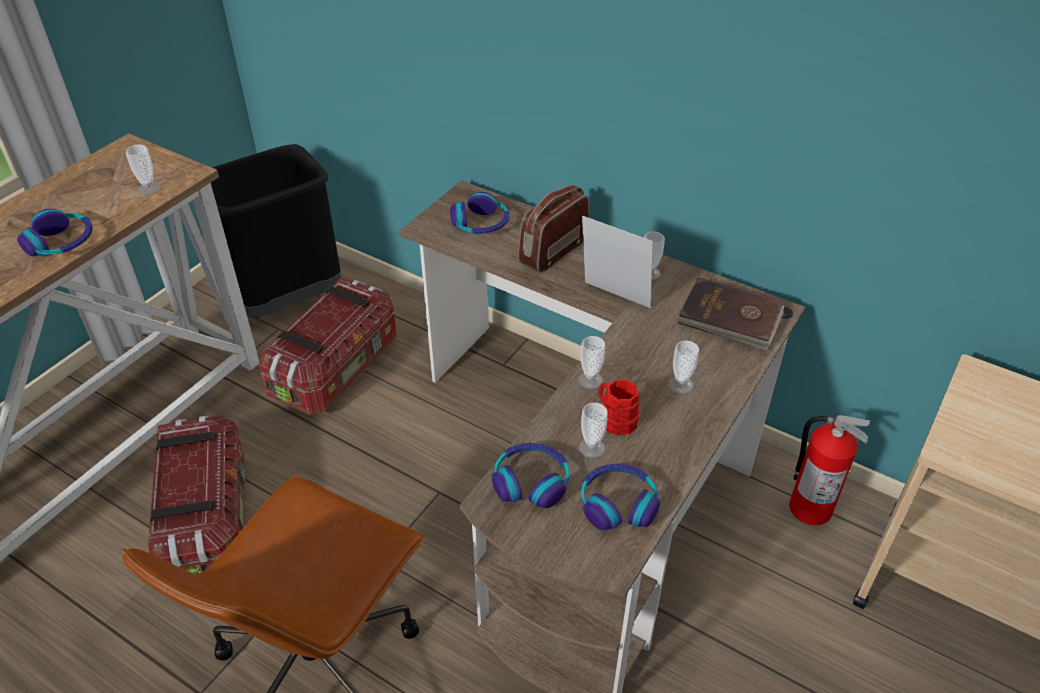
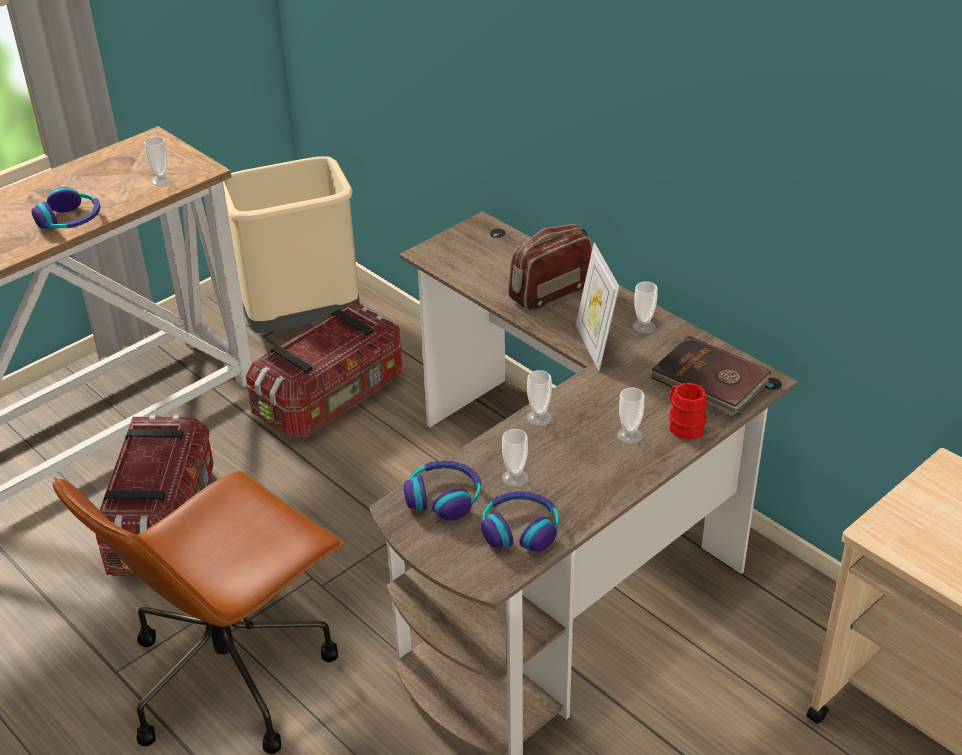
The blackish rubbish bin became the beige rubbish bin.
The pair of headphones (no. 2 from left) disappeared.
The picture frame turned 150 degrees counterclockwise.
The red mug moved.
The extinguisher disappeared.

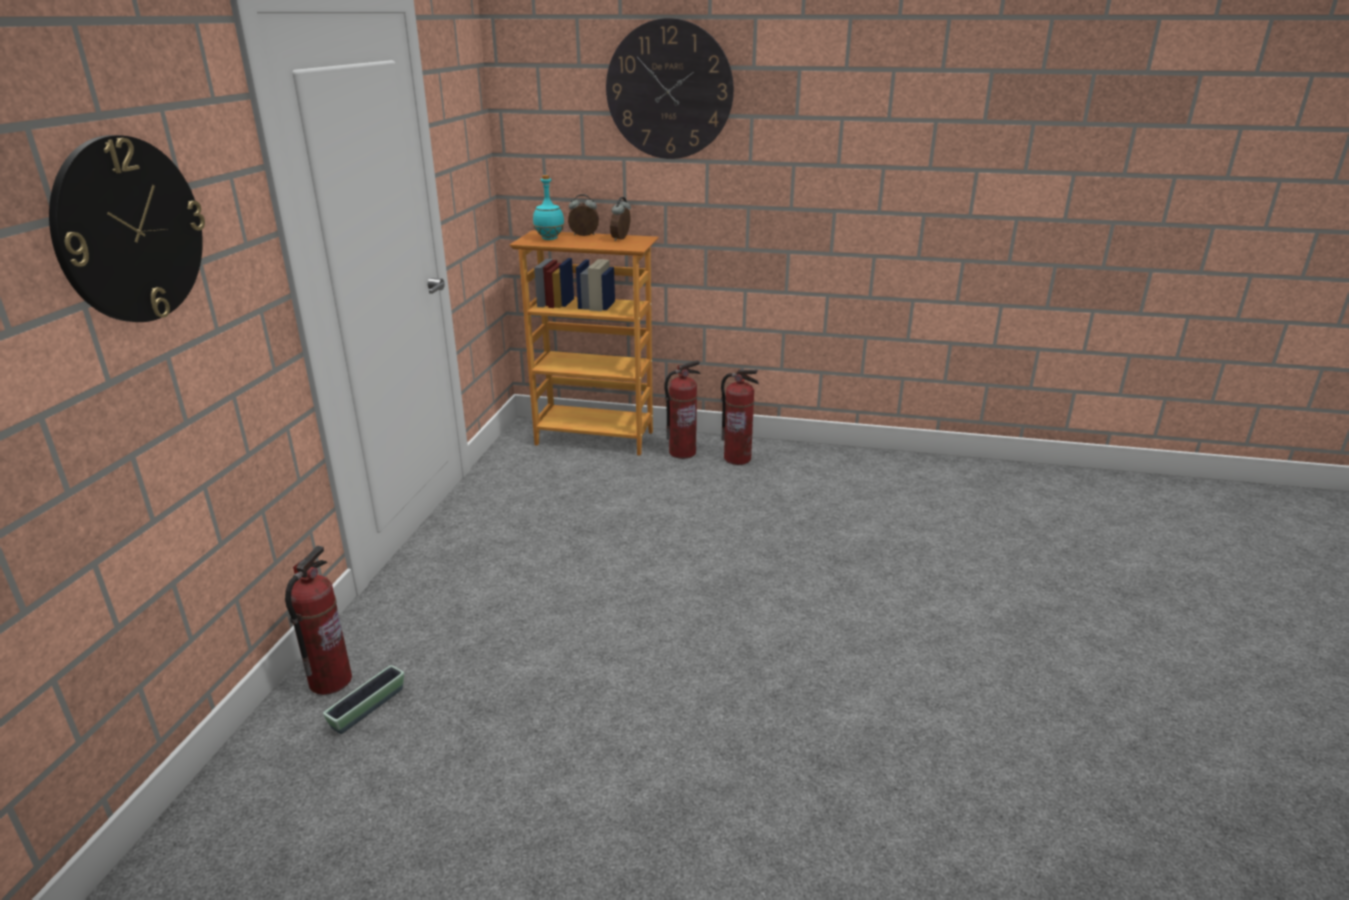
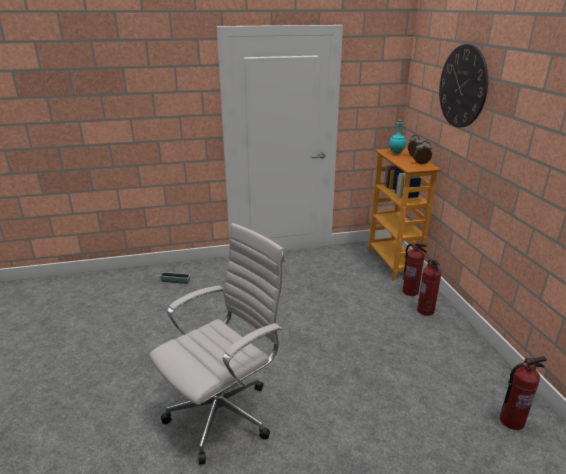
The hanging clock (no. 1 from left) disappeared.
The extinguisher (no. 1 from left in the first image) moved.
The whitish desk chair appeared.

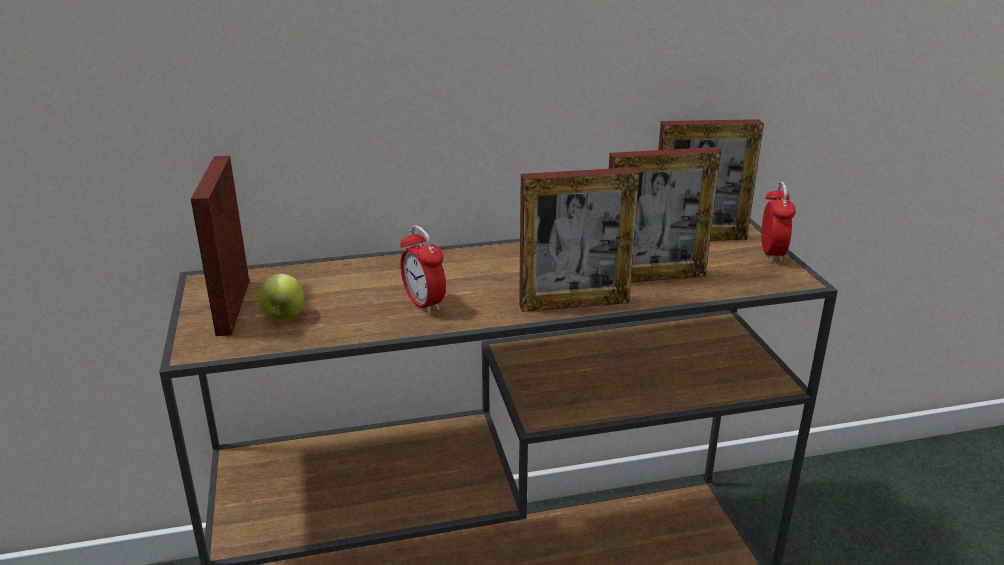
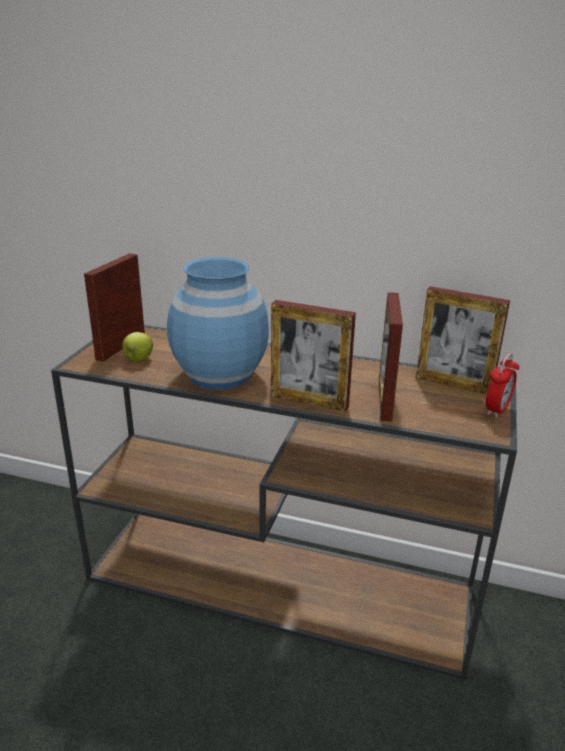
The picture frame (no. 3 from left) turned 75 degrees clockwise.
The bedside clock (no. 1 from left) was replaced by the blue-coloured flower vase.

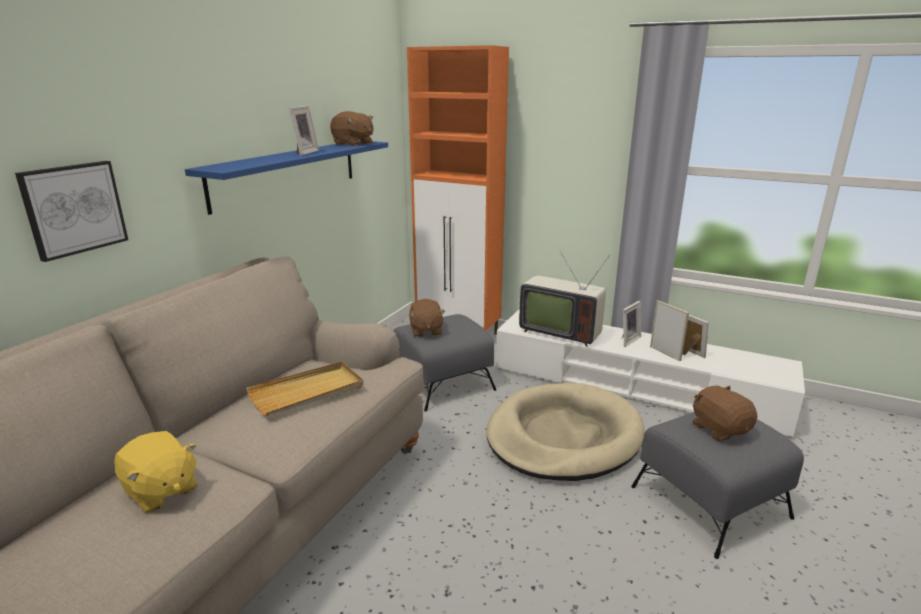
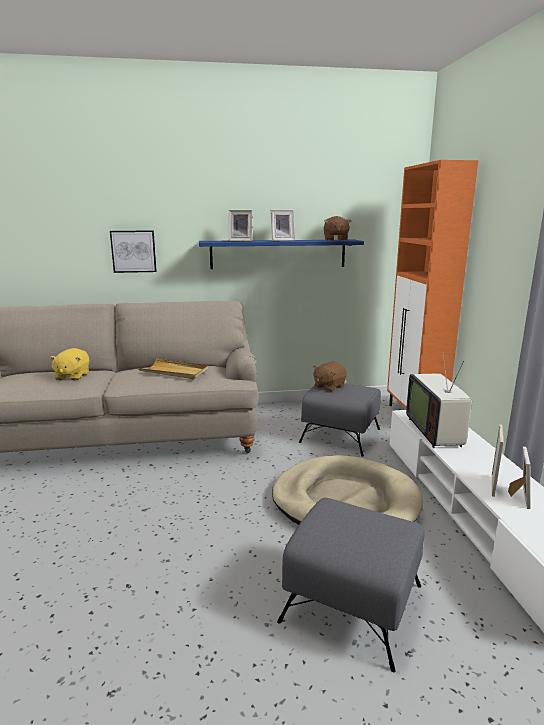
The picture frame (no. 2 from left in the first image) moved.
The brown soft toy (no. 3 from left) disappeared.

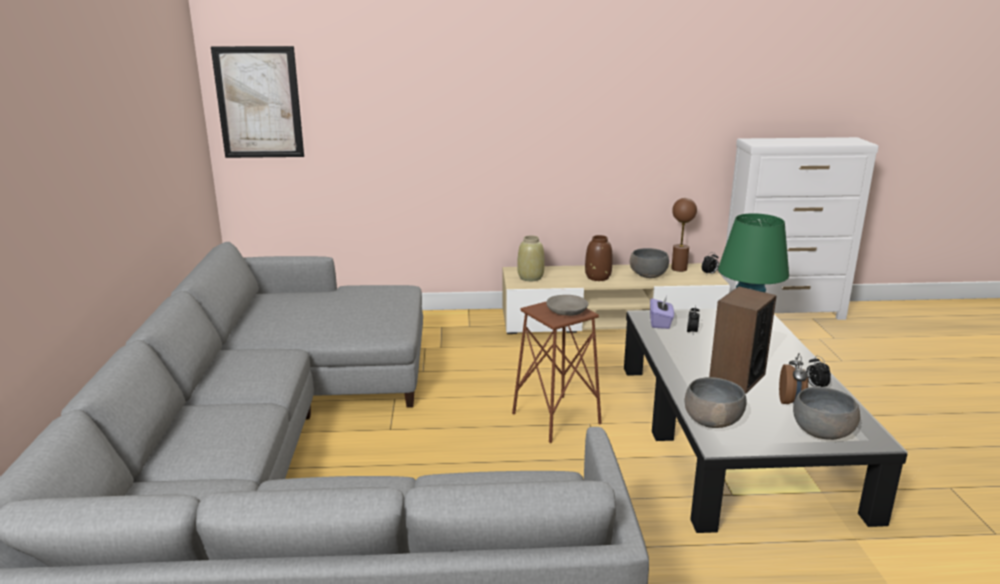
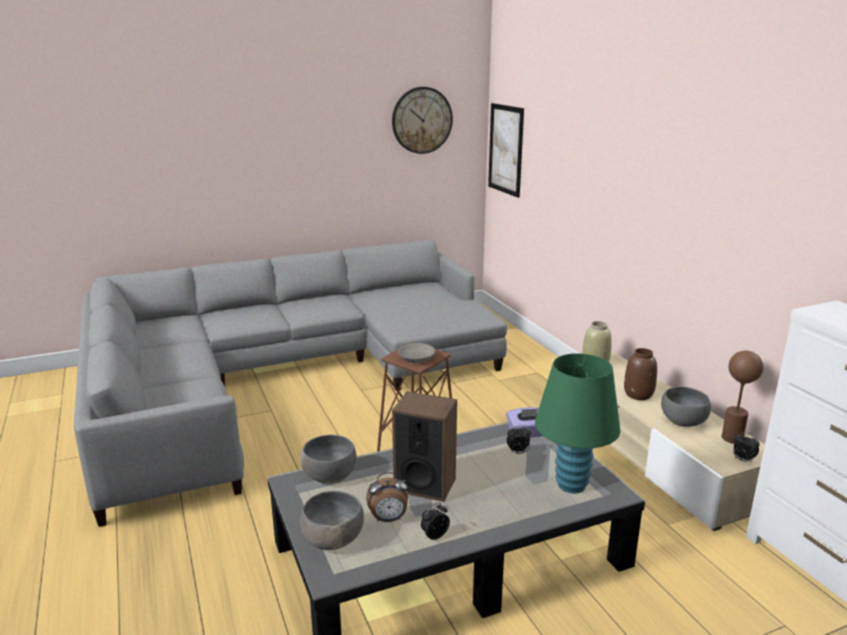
The hanging clock appeared.

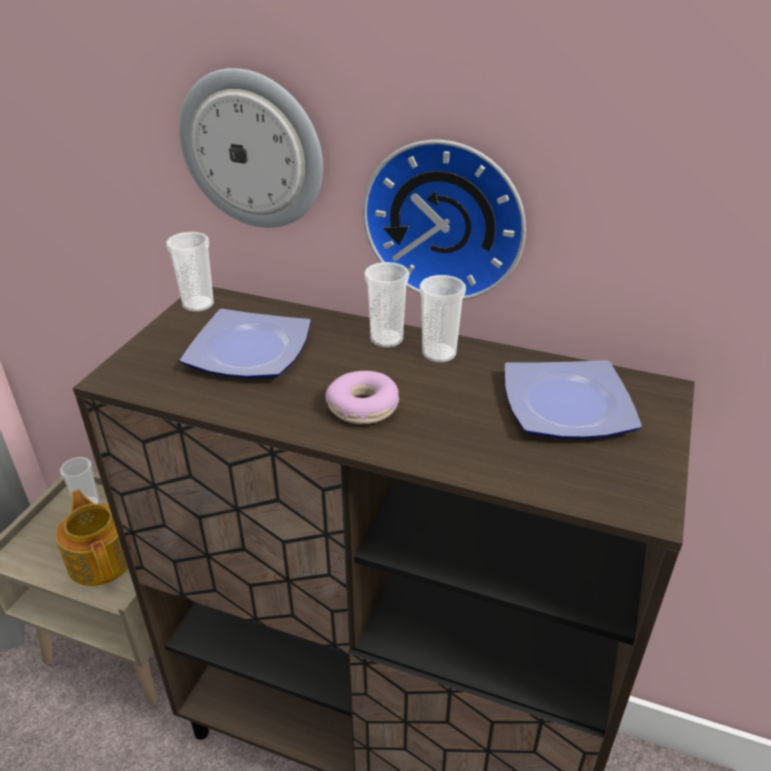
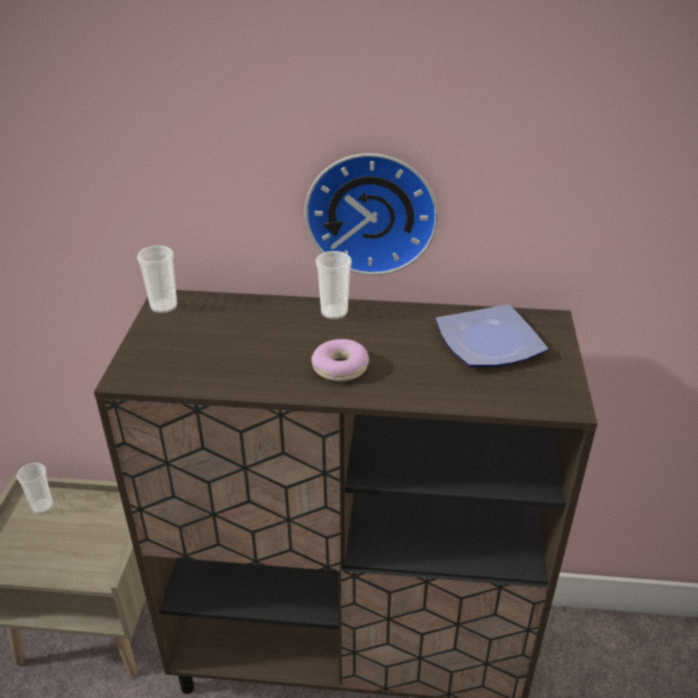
The hanging clock (no. 1 from left) disappeared.
The drinking cup (no. 4 from left) disappeared.
The dinner plate (no. 1 from left) disappeared.
The pot for tea disappeared.

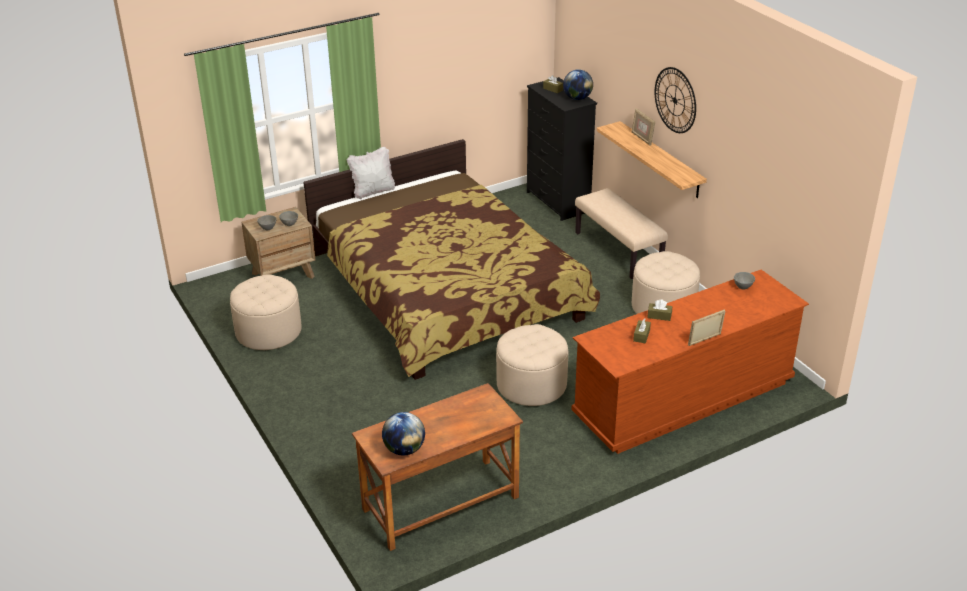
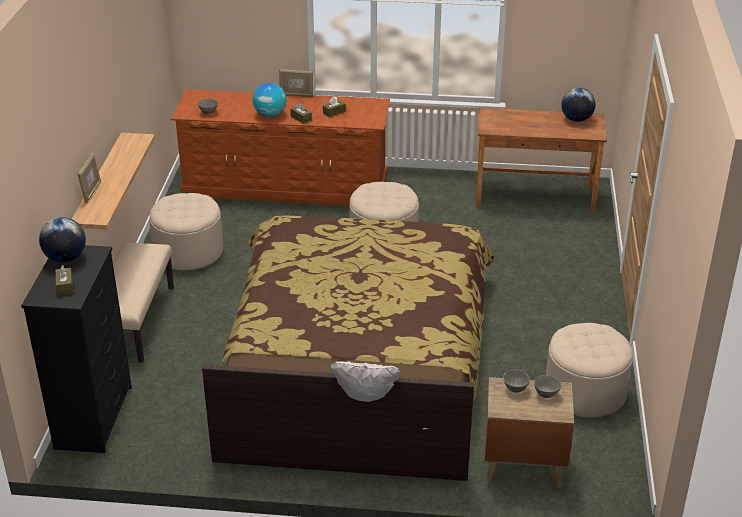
The hanging clock disappeared.
The globe (no. 2 from left) appeared.

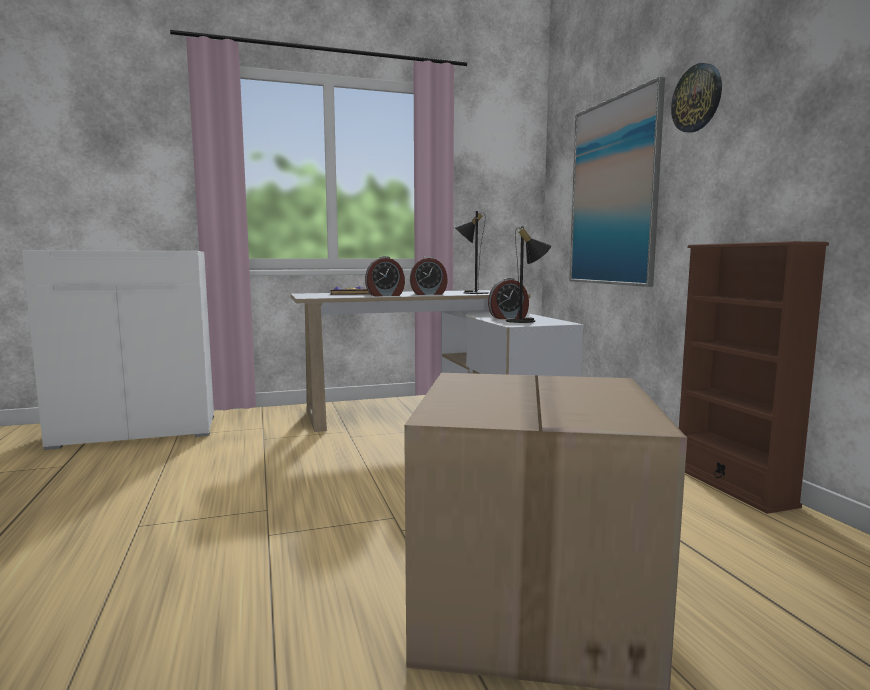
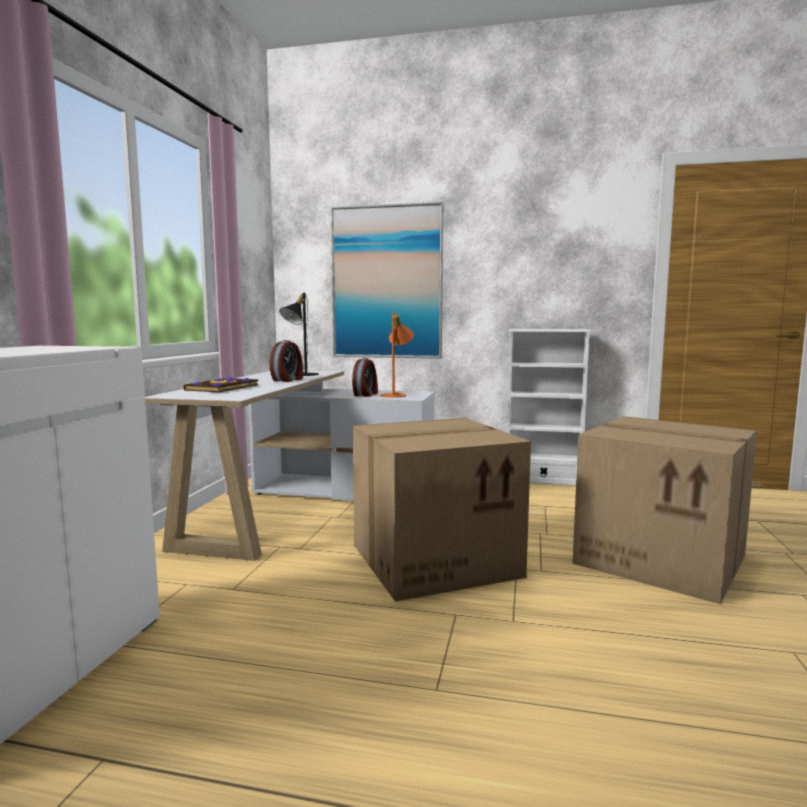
The hanging clock disappeared.
The blackish table lamp (no. 2 from left) became the orange table lamp.
The brown shelving unit became the whitish shelving unit.
The bedside clock (no. 1 from left) disappeared.
The carton (no. 1 from left) appeared.

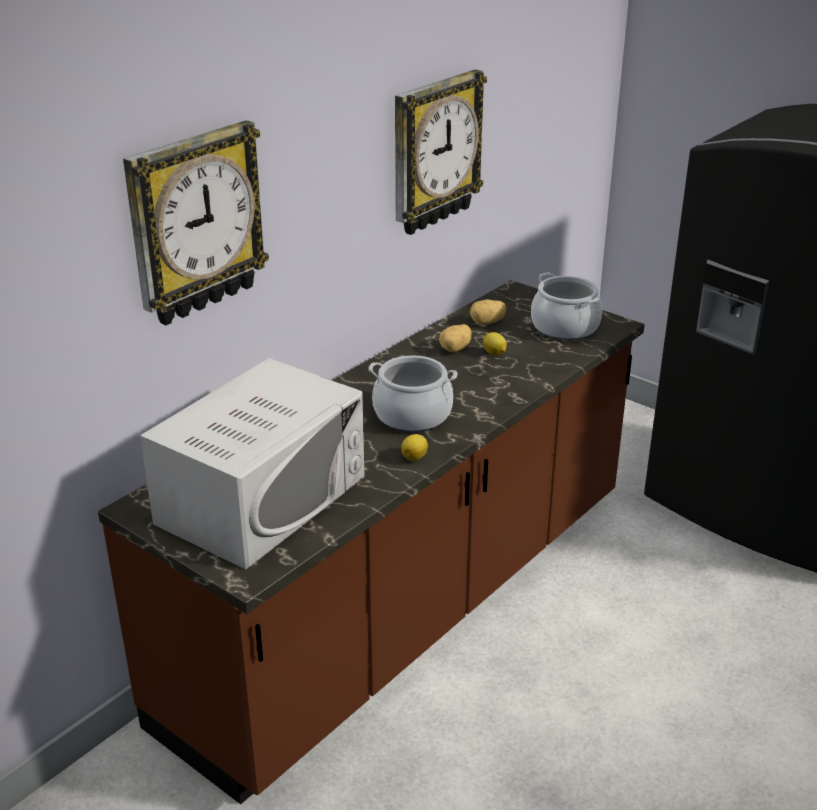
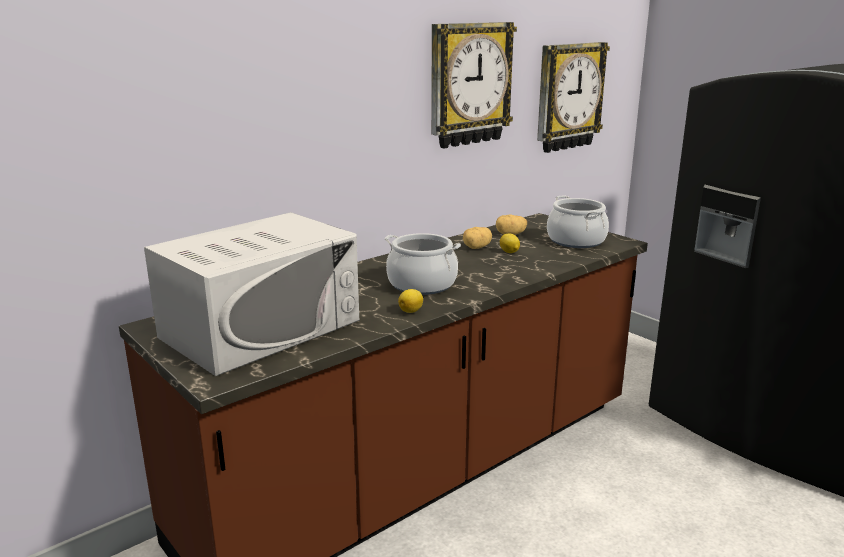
The hanging clock (no. 1 from left in the first image) moved.

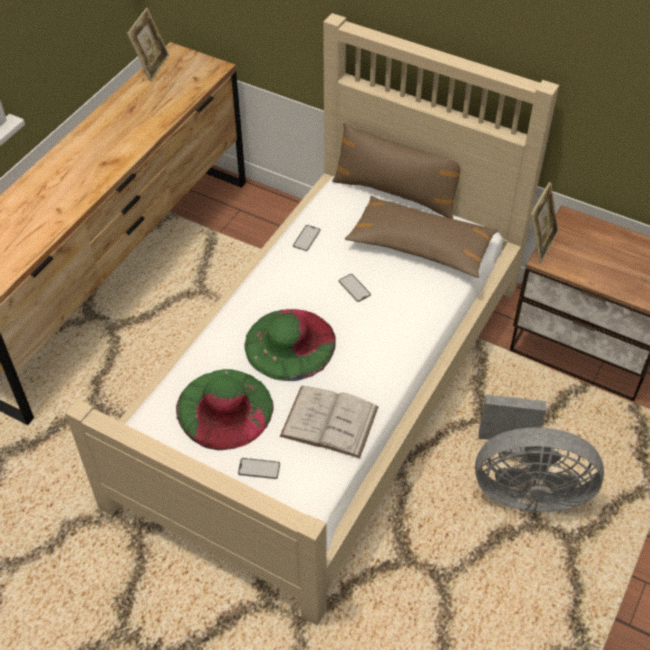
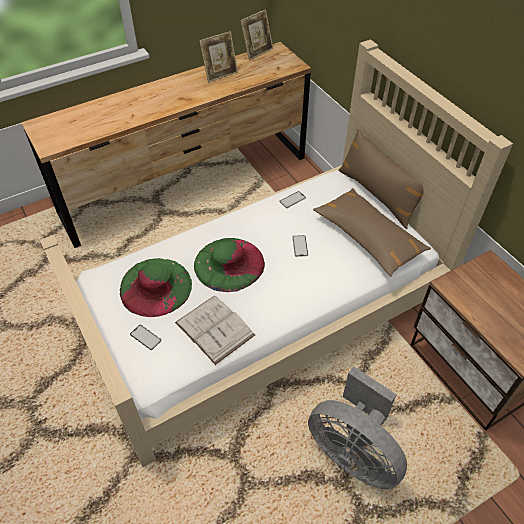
The picture frame (no. 2 from left in the first image) moved.

